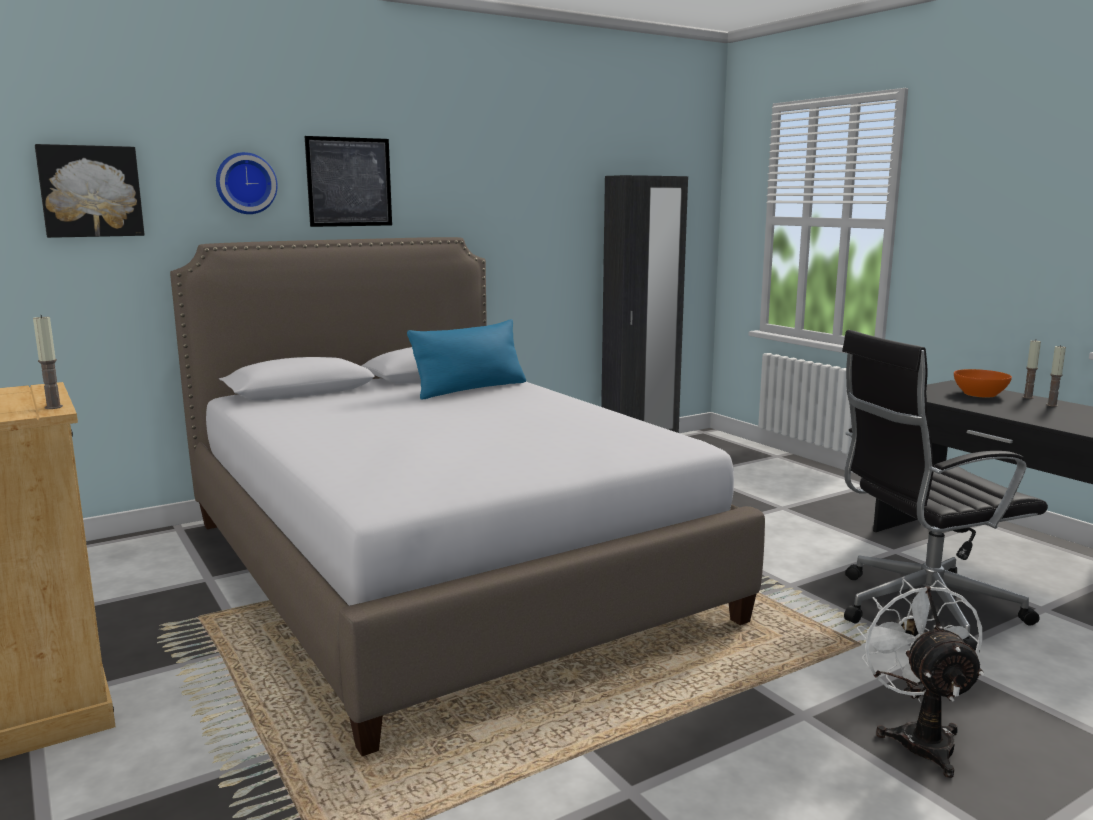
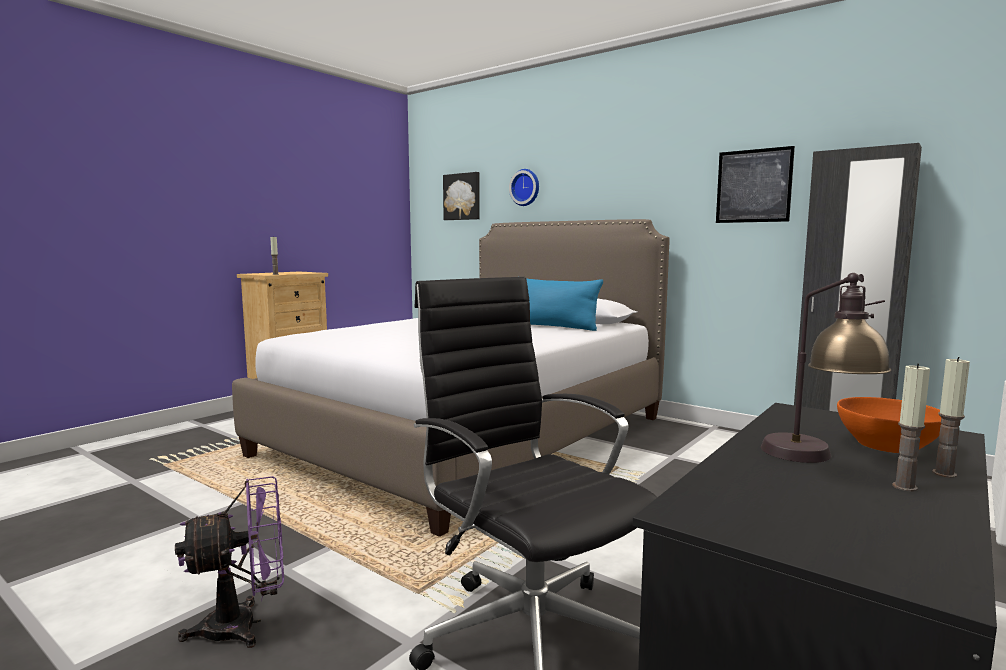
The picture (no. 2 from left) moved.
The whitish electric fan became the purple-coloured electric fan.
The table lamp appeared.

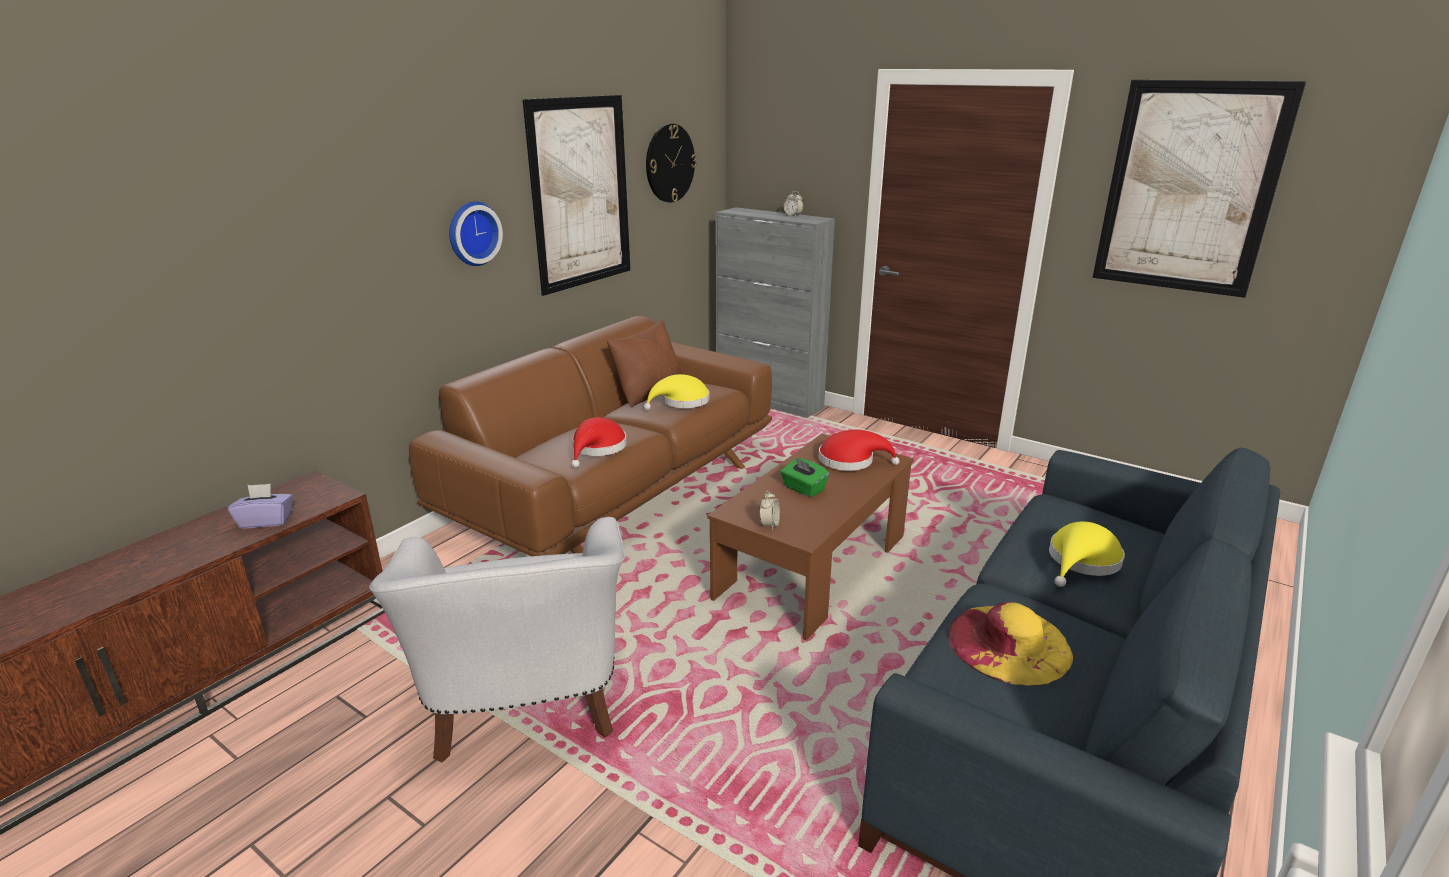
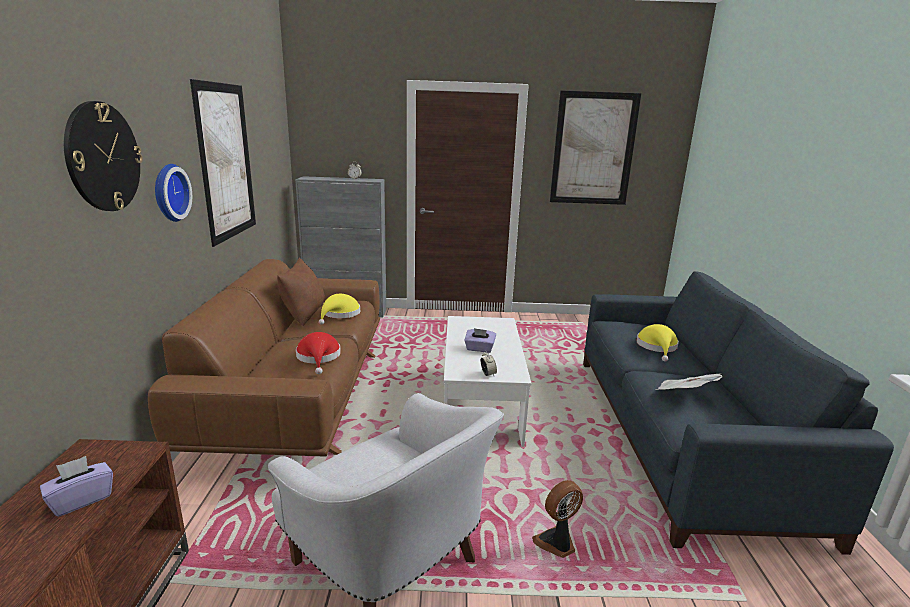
The hanging clock (no. 2 from left in the first image) moved.
The red clothing hat (no. 2 from left) disappeared.
The brown coffee table became the whitish coffee table.
The green box of tissues became the purple-coloured box of tissues (no. 2 from left).
The yellowish clothing hat (no. 2 from left) was replaced by the daily paper.
The electric fan appeared.

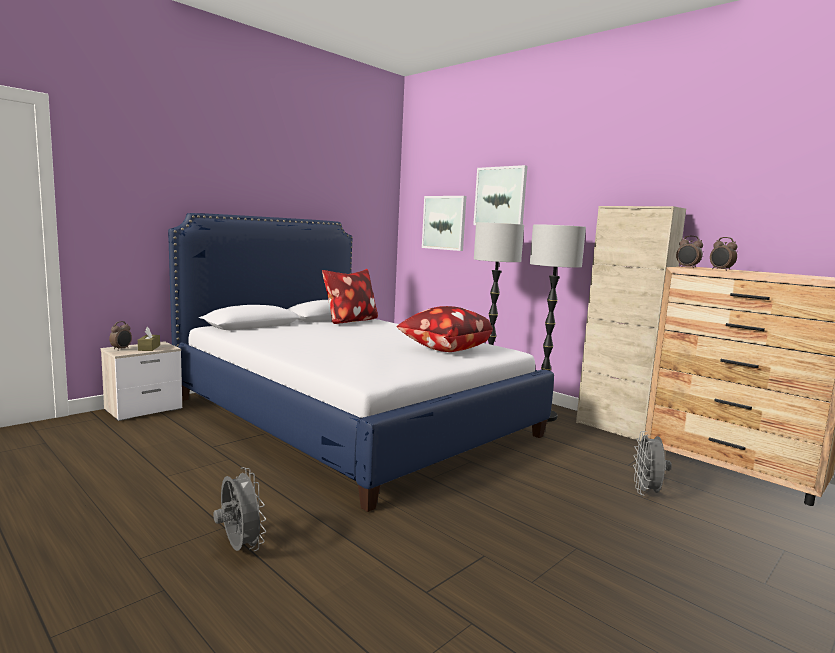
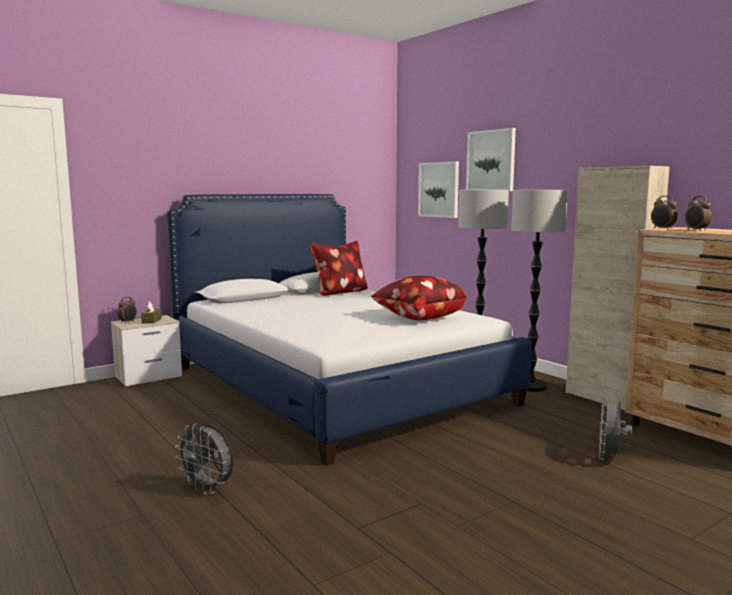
The grey electric fan (no. 1 from left) turned 150 degrees clockwise.

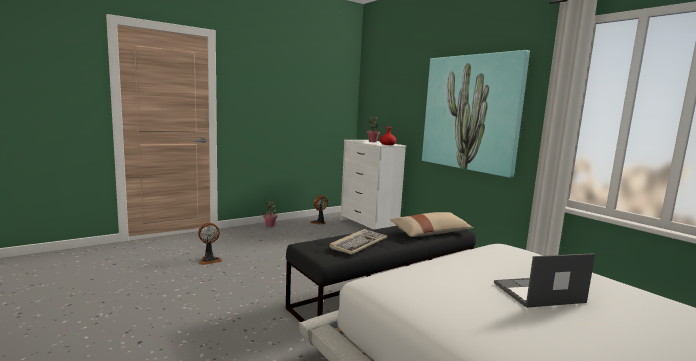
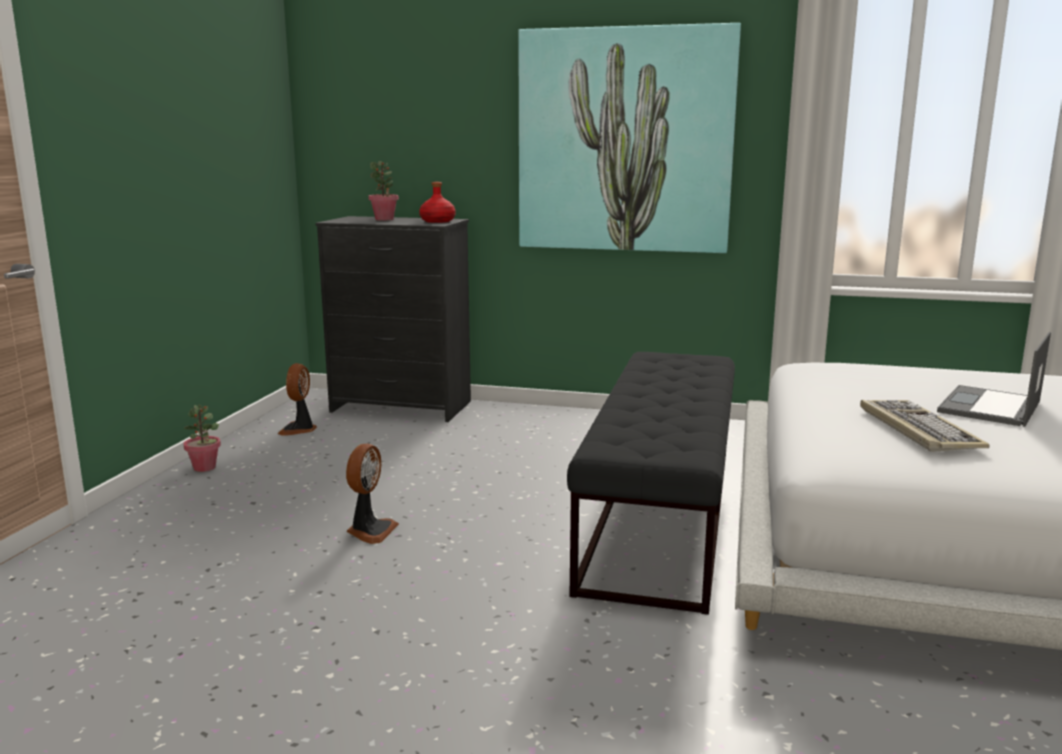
The whitish drawer chest became the blackish drawer chest.
The beige pillow disappeared.
The electric fan (no. 1 from left in the first image) moved.
The computer keyboard moved.

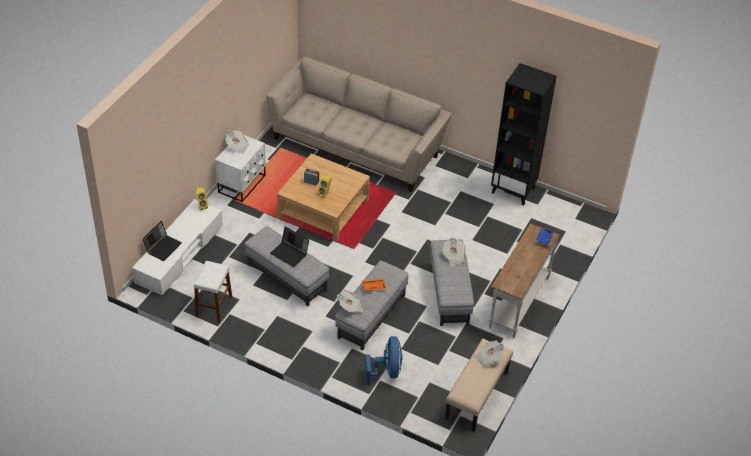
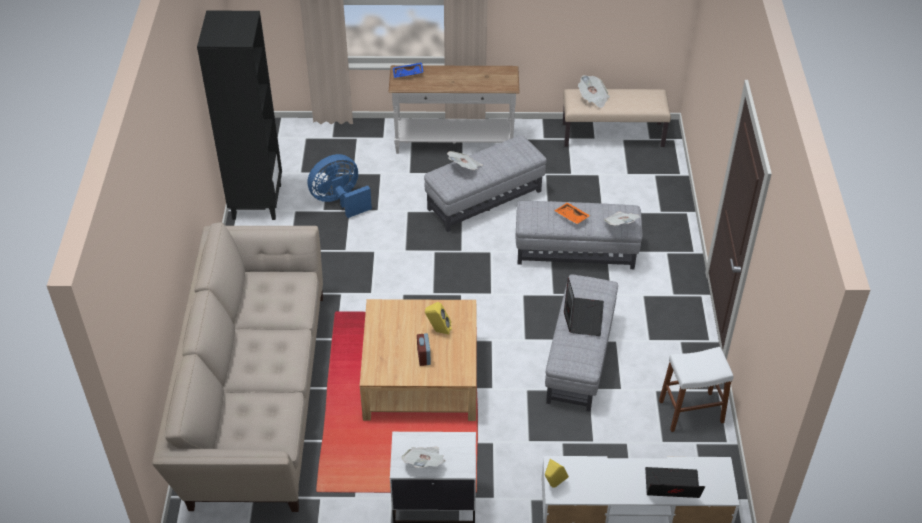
The blue-coloured electric fan moved.

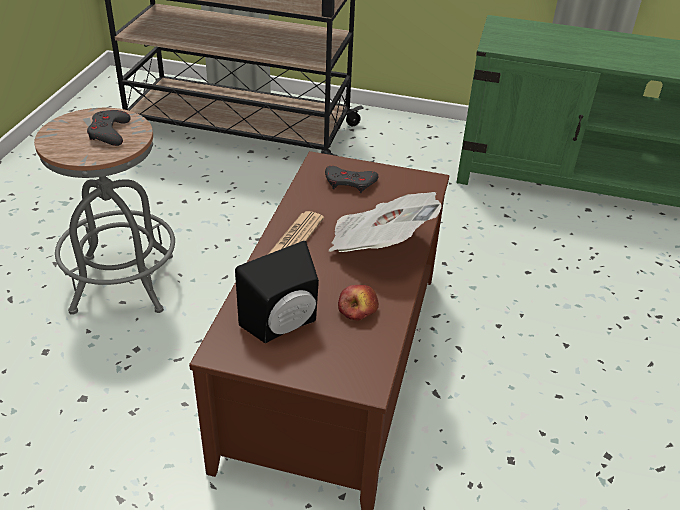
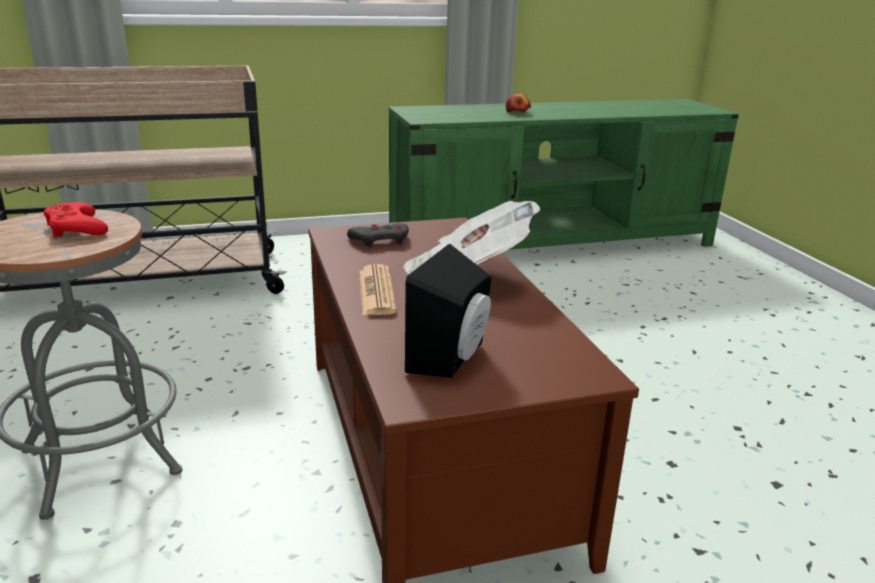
The grey game controller (no. 1 from left) became the red game controller.
The apple fruit moved.

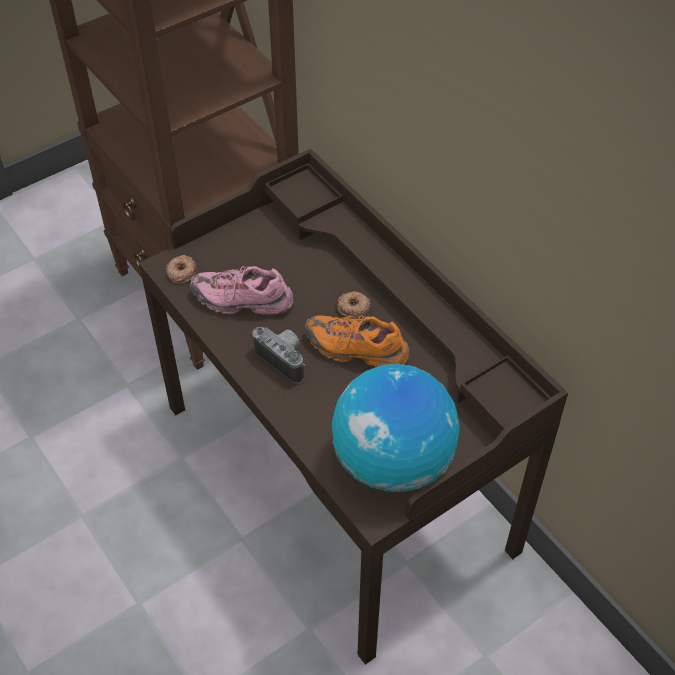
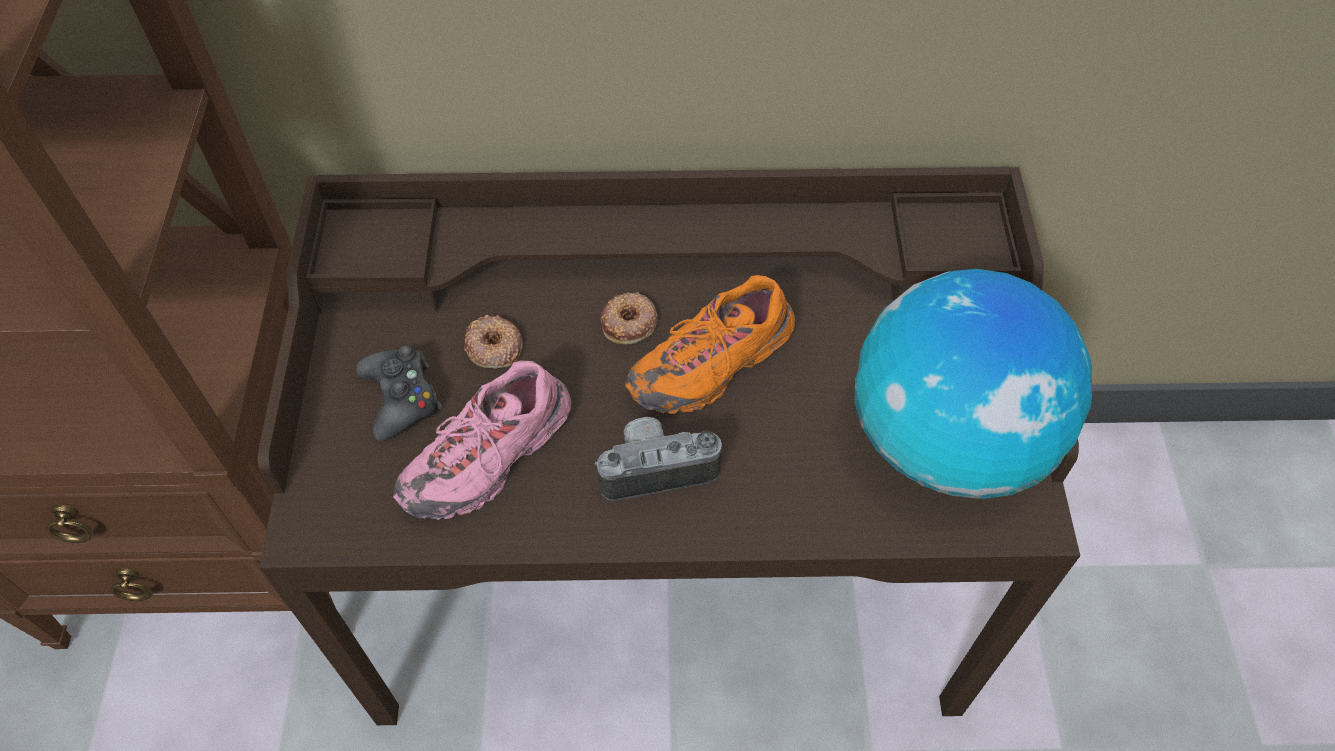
The doughnut (no. 1 from left) moved.
The blackish game controller appeared.

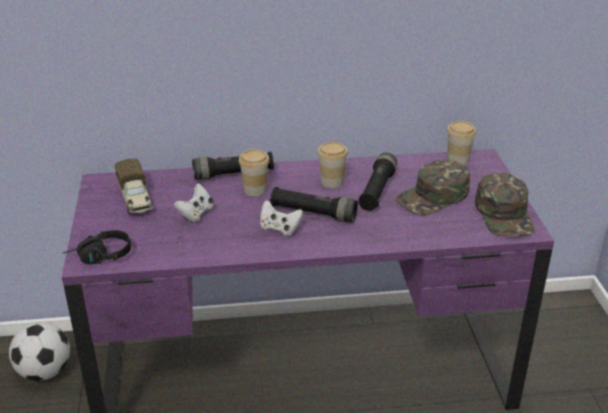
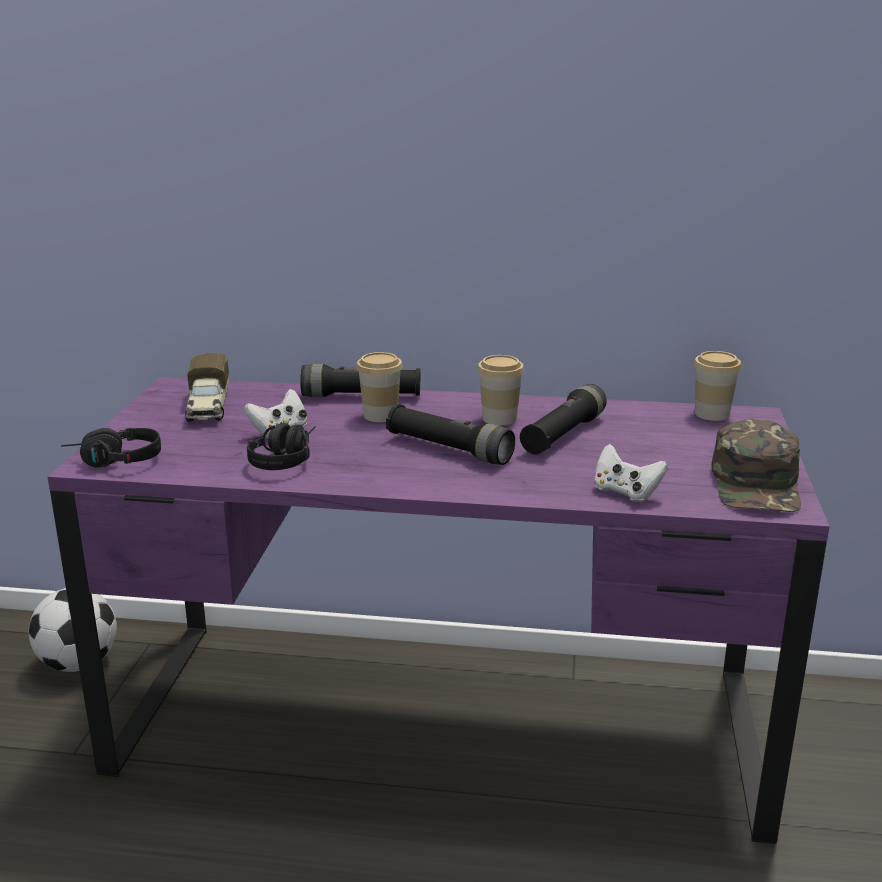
The green baseball cap (no. 1 from left) disappeared.
The whitish game controller (no. 2 from left) moved.
The blackish pair of headphones (no. 2 from left) appeared.

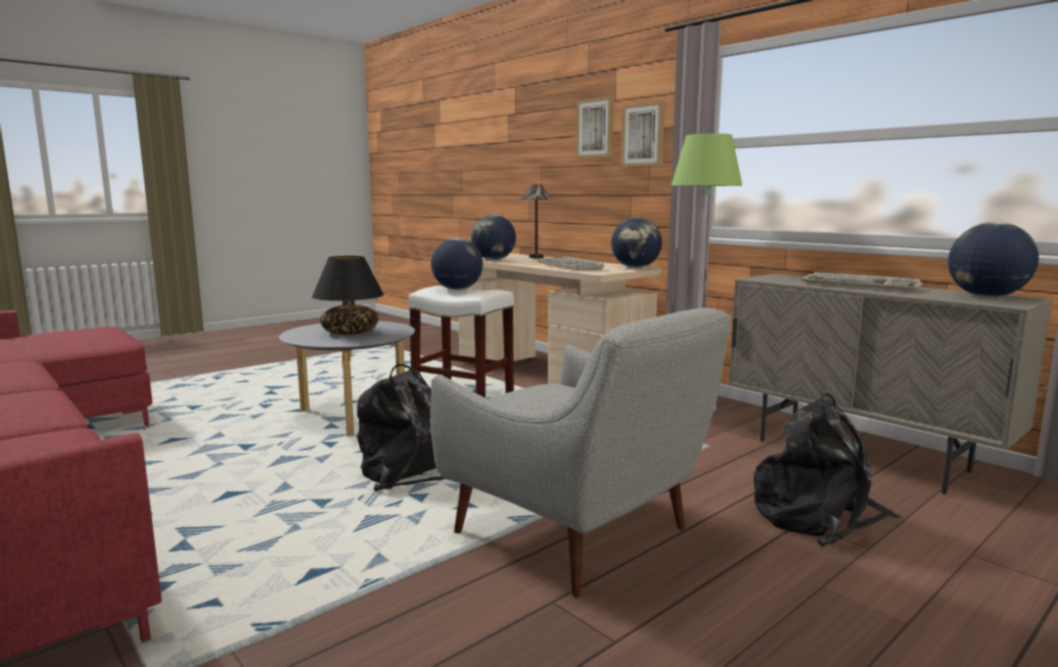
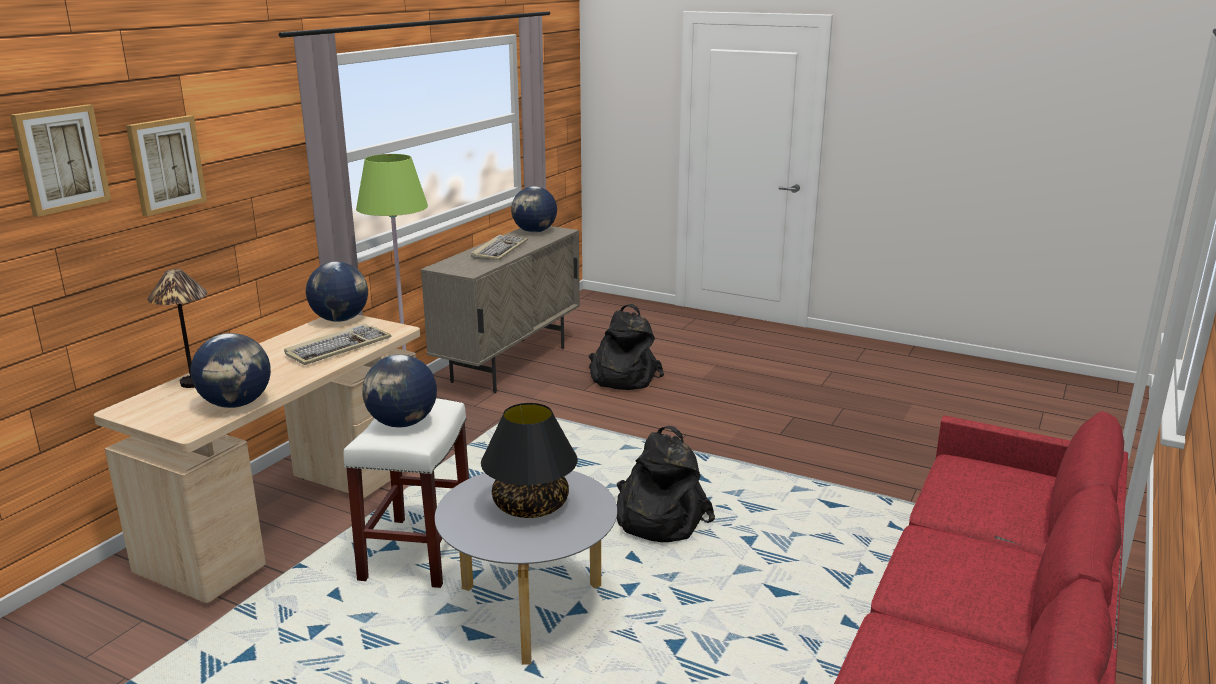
The picture (no. 2 from left in the first image) moved.
The grey armchair disappeared.

